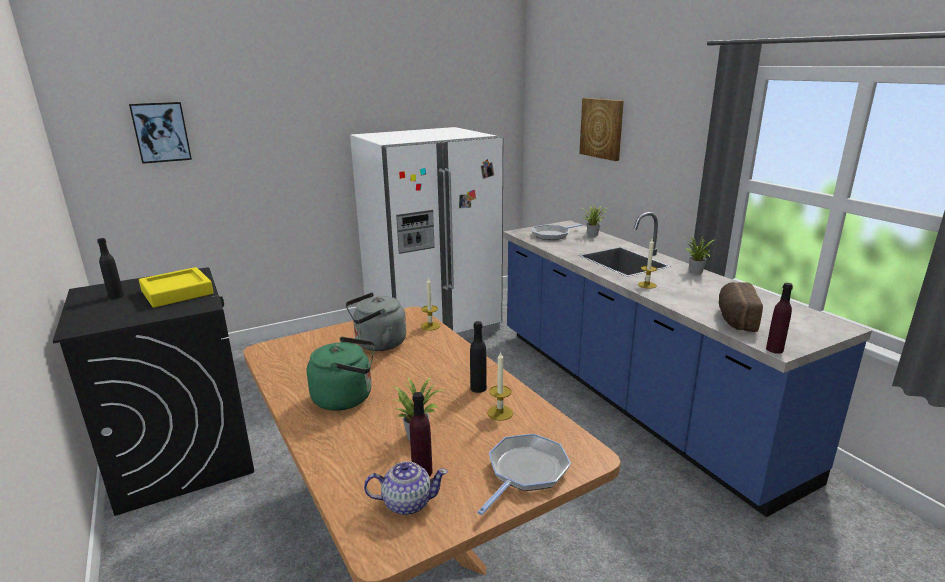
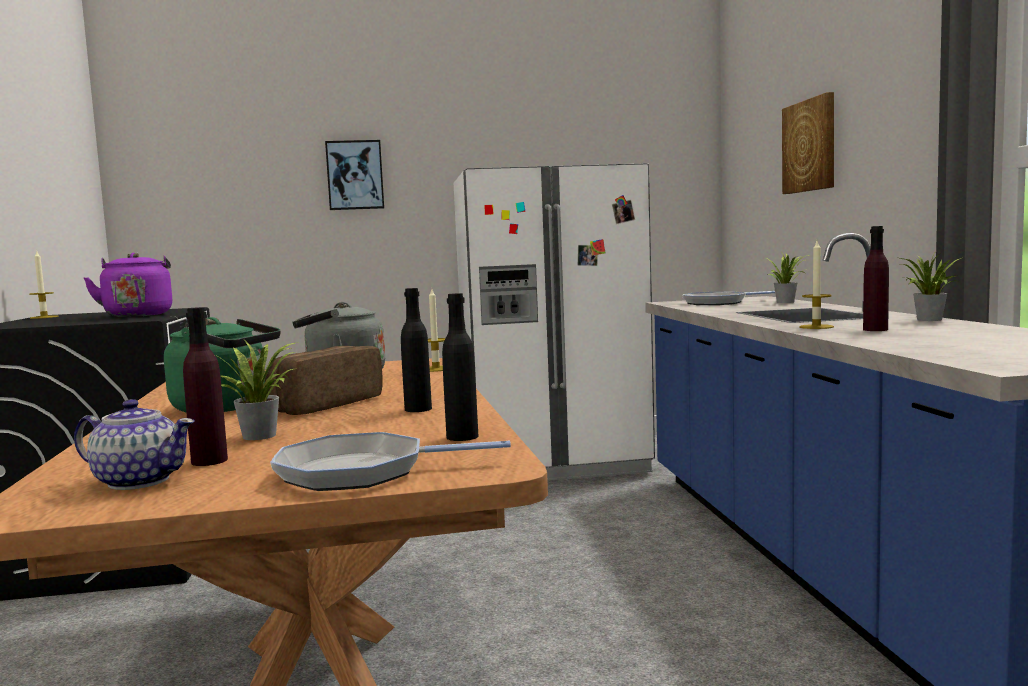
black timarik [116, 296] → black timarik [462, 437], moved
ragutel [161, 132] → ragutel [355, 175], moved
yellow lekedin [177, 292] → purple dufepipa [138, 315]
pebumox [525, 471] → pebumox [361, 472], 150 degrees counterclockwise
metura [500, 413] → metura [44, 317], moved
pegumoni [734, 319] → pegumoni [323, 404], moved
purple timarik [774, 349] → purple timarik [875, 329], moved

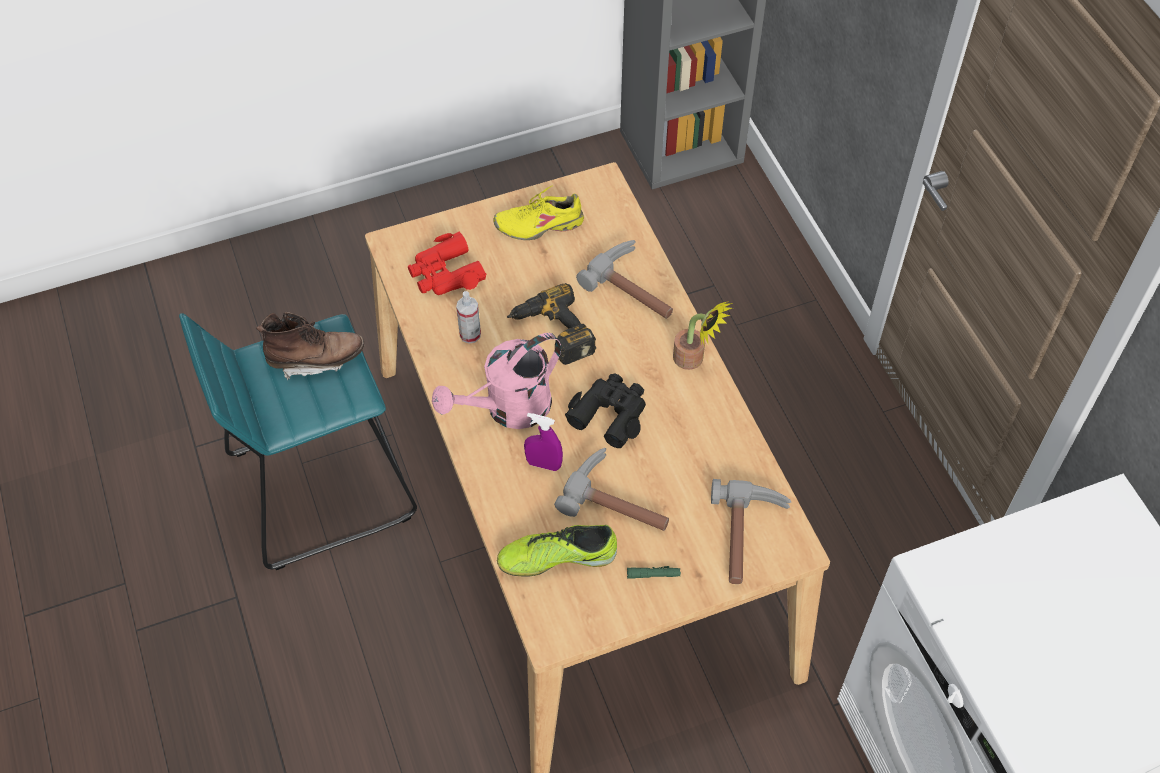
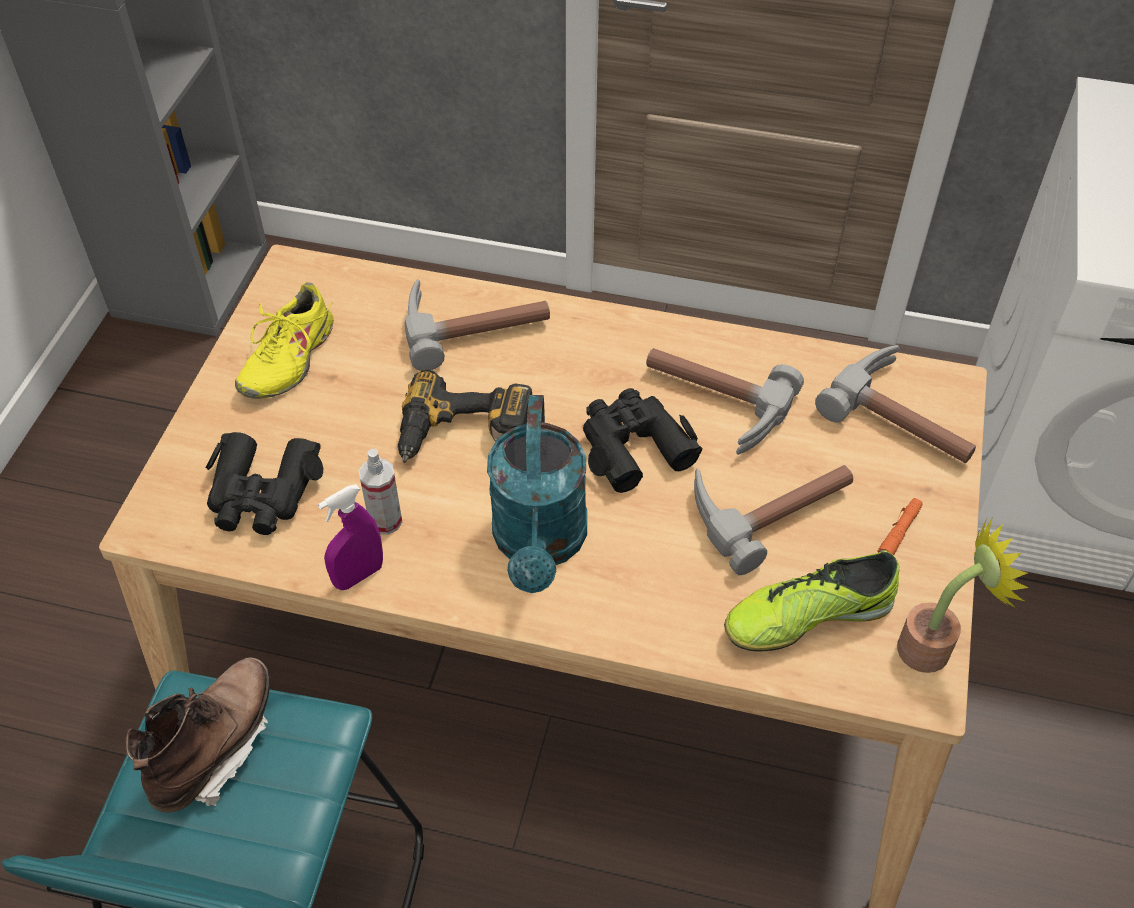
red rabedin [445, 274] → black rabedin [262, 494]
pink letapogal [508, 409] → turquoise letapogal [540, 544]
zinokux [557, 557] → zinokux [807, 616], 45 degrees clockwise
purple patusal [543, 464] → purple patusal [358, 575], moved
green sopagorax [653, 574] → orange sopagorax [899, 532]
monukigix [693, 360] → monukigix [934, 647], moved
- → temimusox [711, 405]

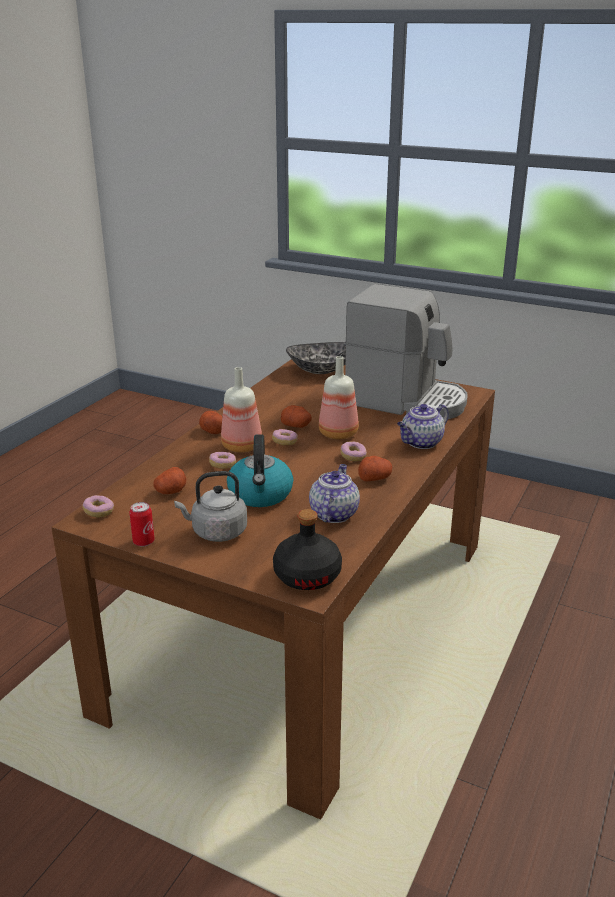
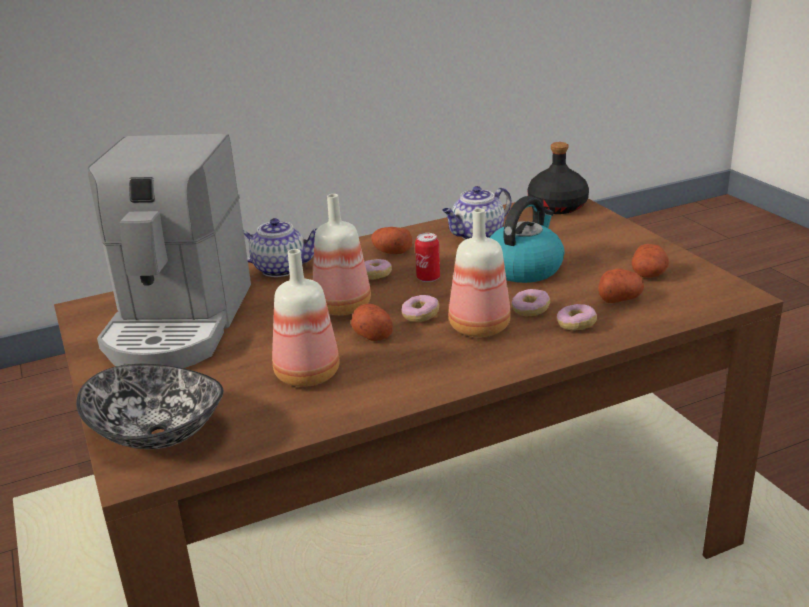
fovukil [99, 512] → fovukil [576, 325], moved
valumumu [143, 542] → valumumu [428, 278], moved
grey dufepipa [216, 532] → -
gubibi [212, 430] → gubibi [648, 274], moved
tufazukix [406, 401] → tufazukix [179, 324], 150 degrees counterclockwise
- → timarik [306, 376]

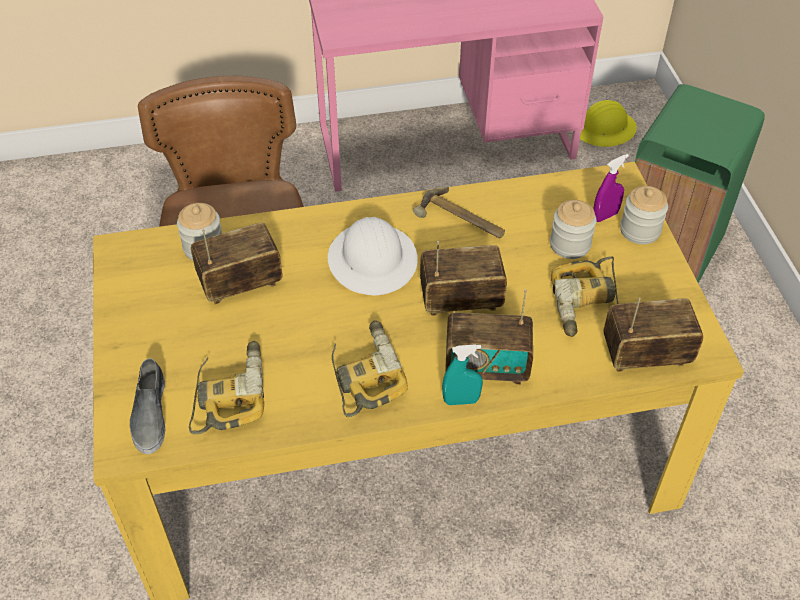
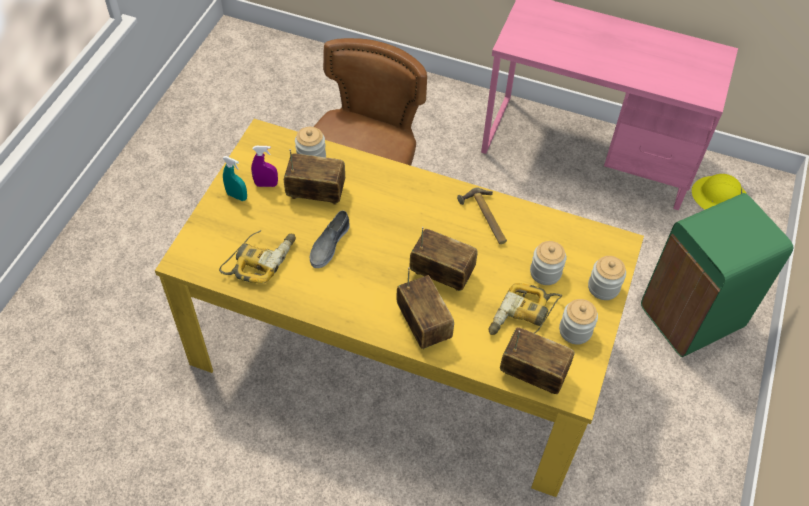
grey zinokux [150, 413] → grey zinokux [329, 244], moved
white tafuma [373, 260] → -
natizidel [365, 374] → -
turquoise patusal [461, 400] → turquoise patusal [237, 196], moved
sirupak [486, 367] → sirupak [423, 325], 150 degrees counterclockwise
purple patusal [605, 216] → purple patusal [266, 184], moved
- → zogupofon [575, 330]

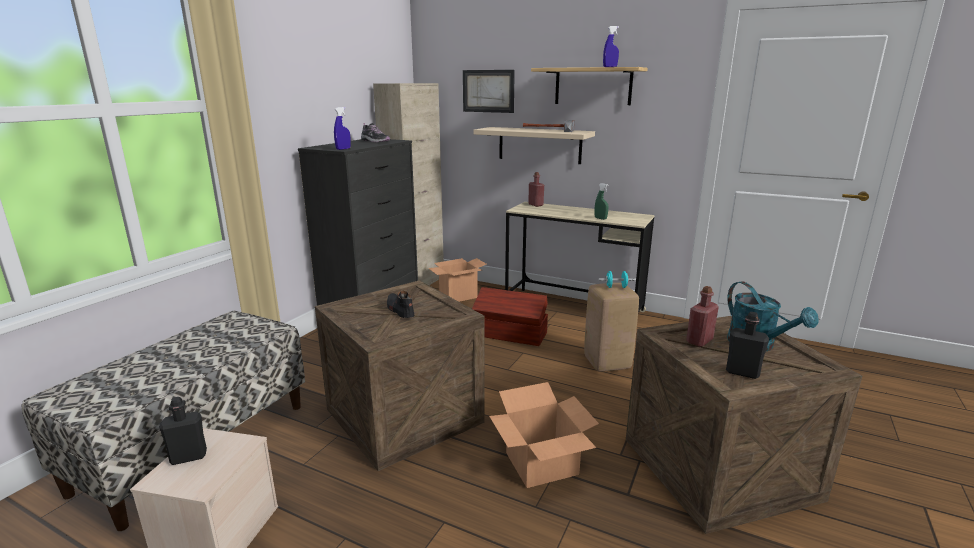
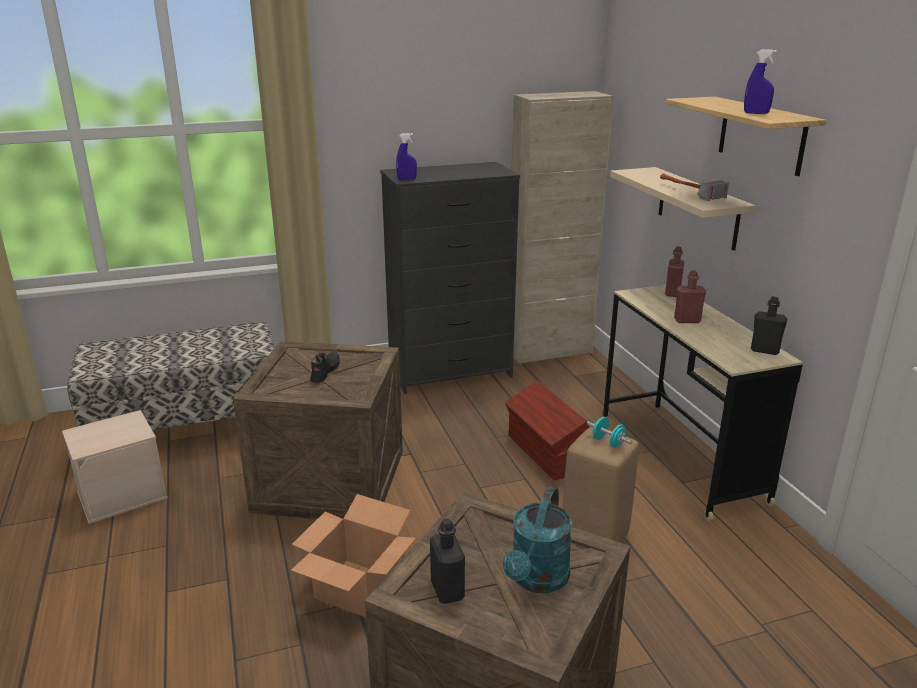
black timarik [188, 457] → black timarik [764, 350], moved
zinokux [375, 141] → -
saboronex [458, 297] → -
ragutel [488, 91] → -
green patusal [600, 218] → -
red timarik [699, 341] → red timarik [687, 320], moved

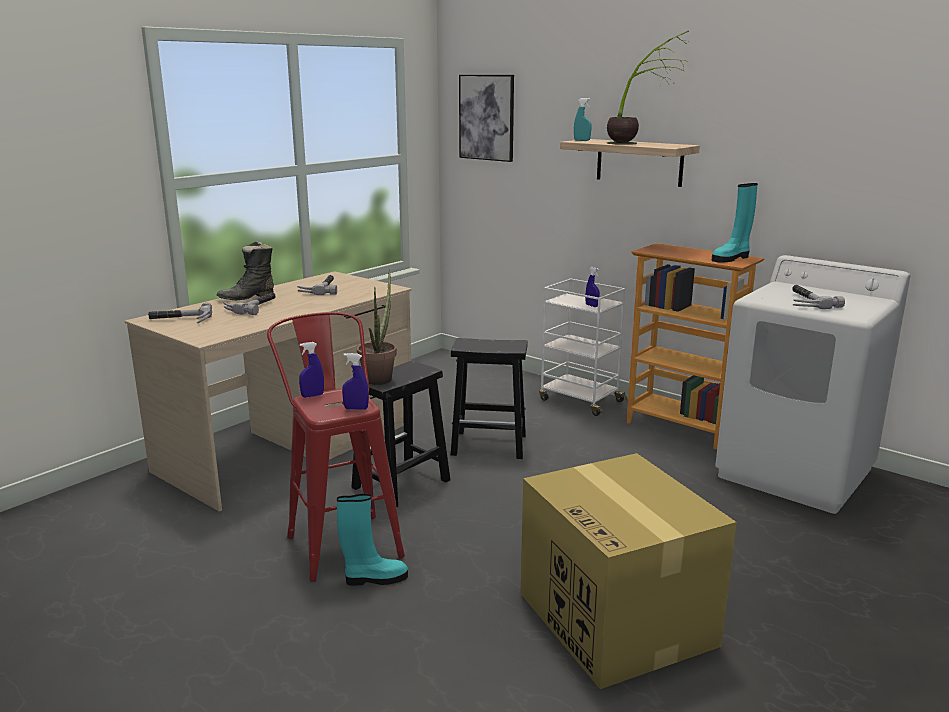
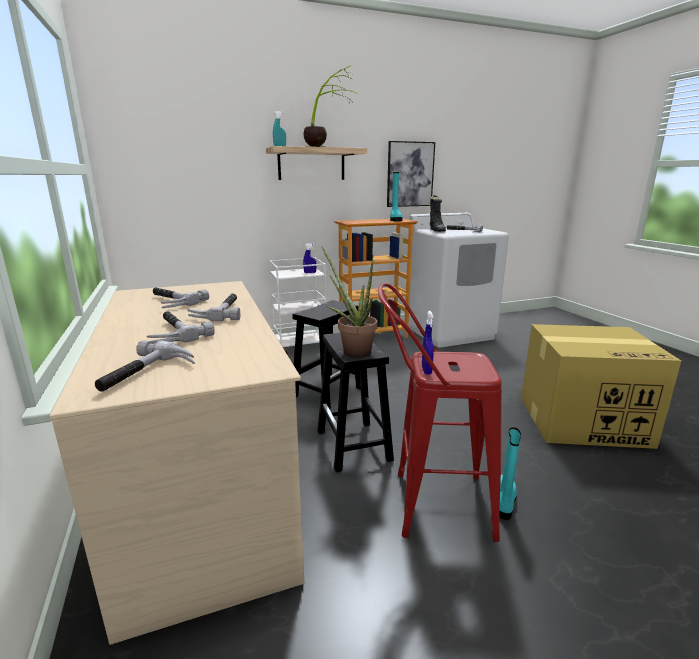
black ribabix [248, 297] → black ribabix [437, 231], moved
blue patusal [356, 409] → -
ragutel [486, 117] → ragutel [410, 174], moved
- → temimusox [220, 311]

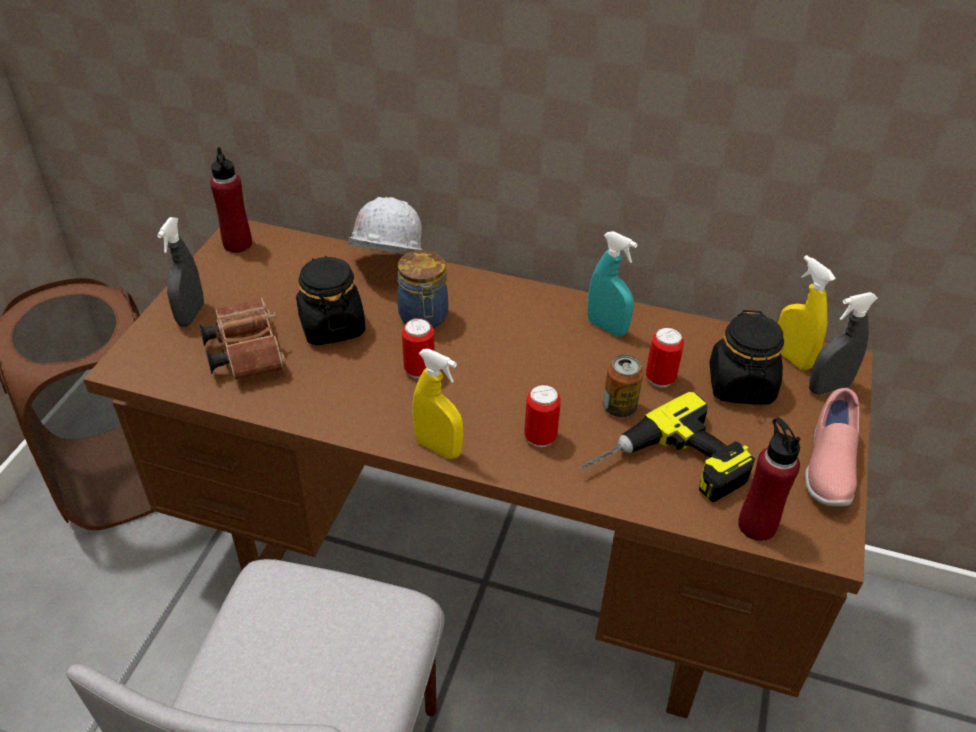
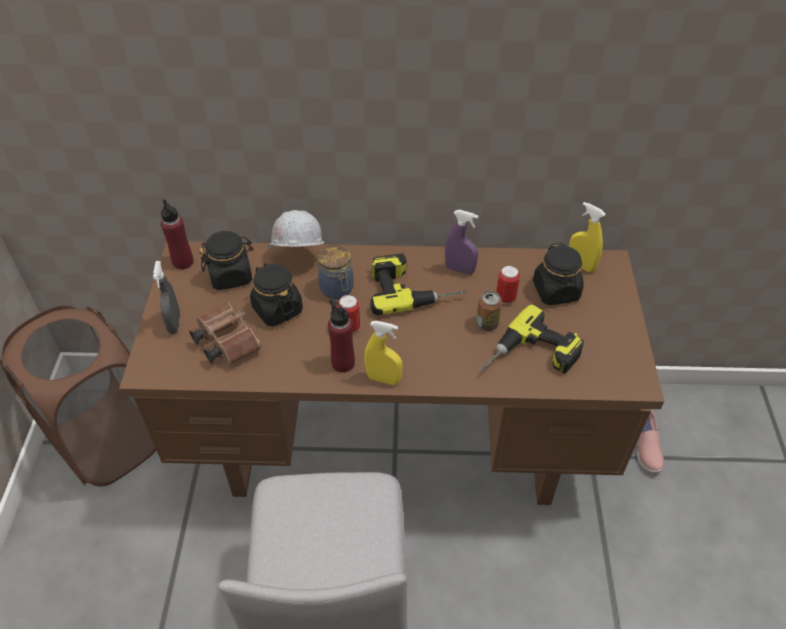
valumumu [540, 437] → -
turquoise patusal [607, 327] → purple patusal [459, 269]
red timarik [757, 525] → red timarik [343, 363], moved
pink zinokux [827, 466] → pink zinokux [645, 448], moved
grey patusal [828, 387] → -
- → black zogupofon [231, 276]
- → natizidel [414, 287]

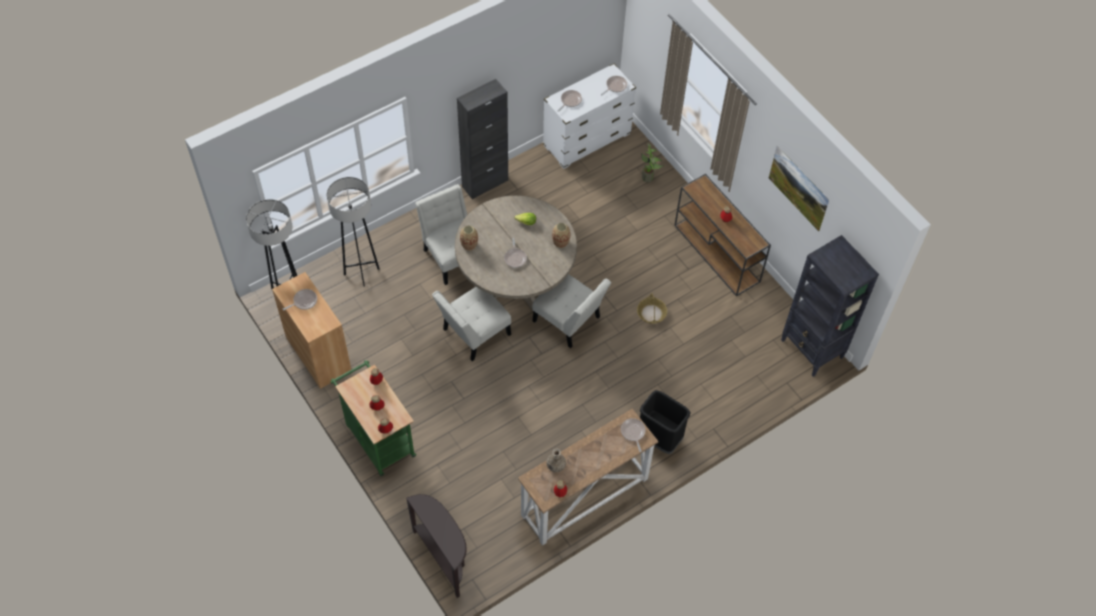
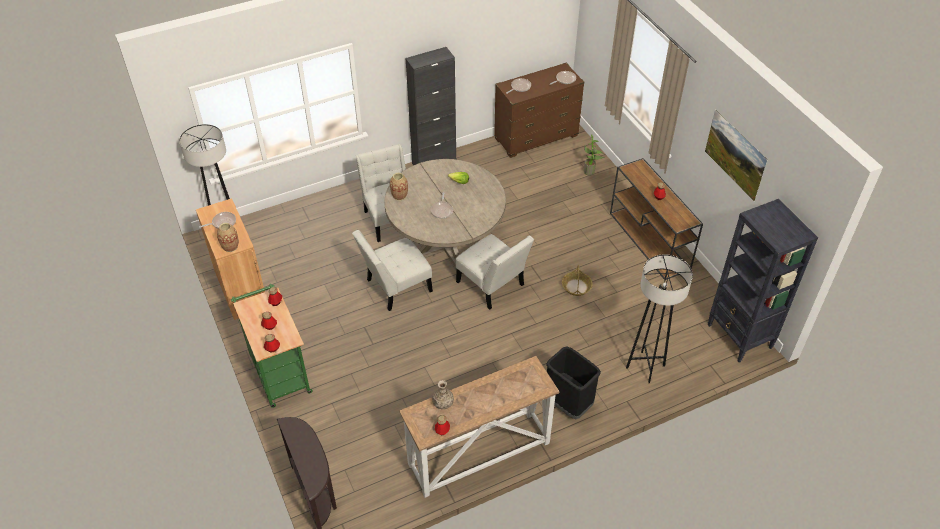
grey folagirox [361, 271] → grey folagirox [645, 366], moved
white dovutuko [587, 140] → brown dovutuko [536, 137]
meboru [560, 242] → meboru [230, 246], moved
pebumox [633, 432] → -

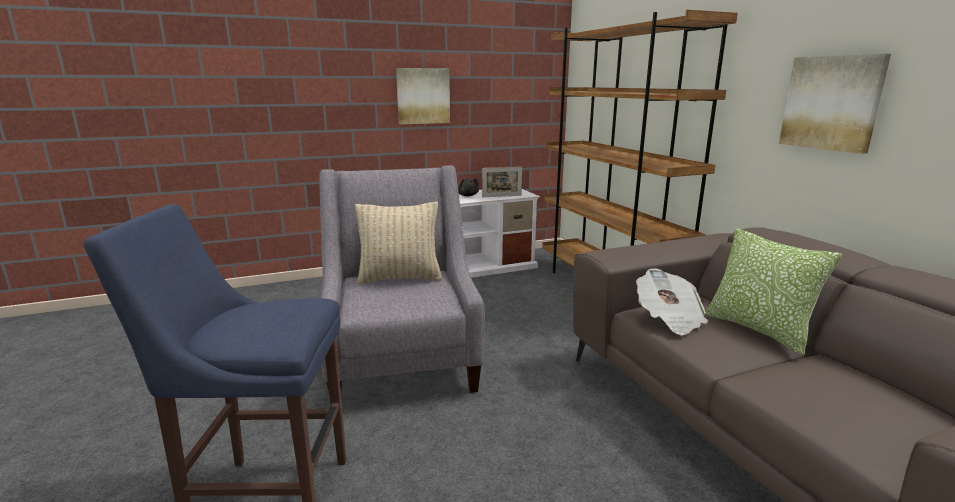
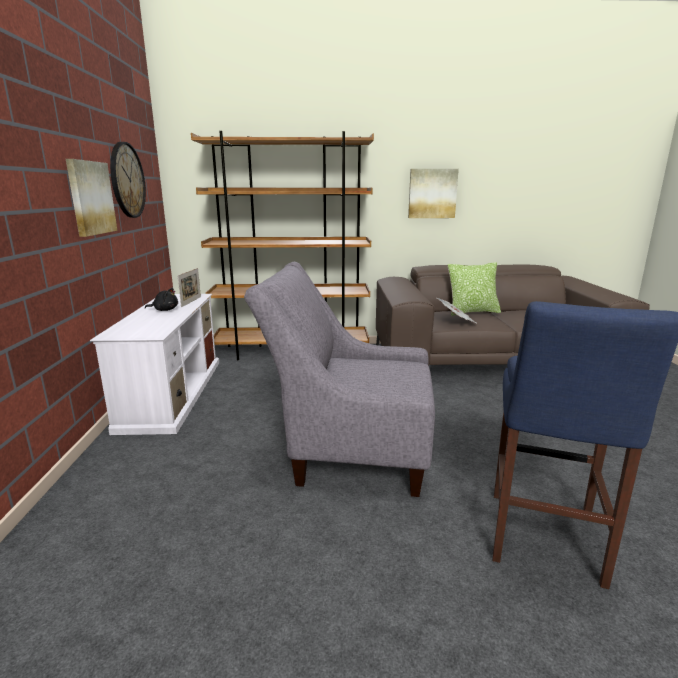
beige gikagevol [400, 278] → -
- → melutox [127, 180]

